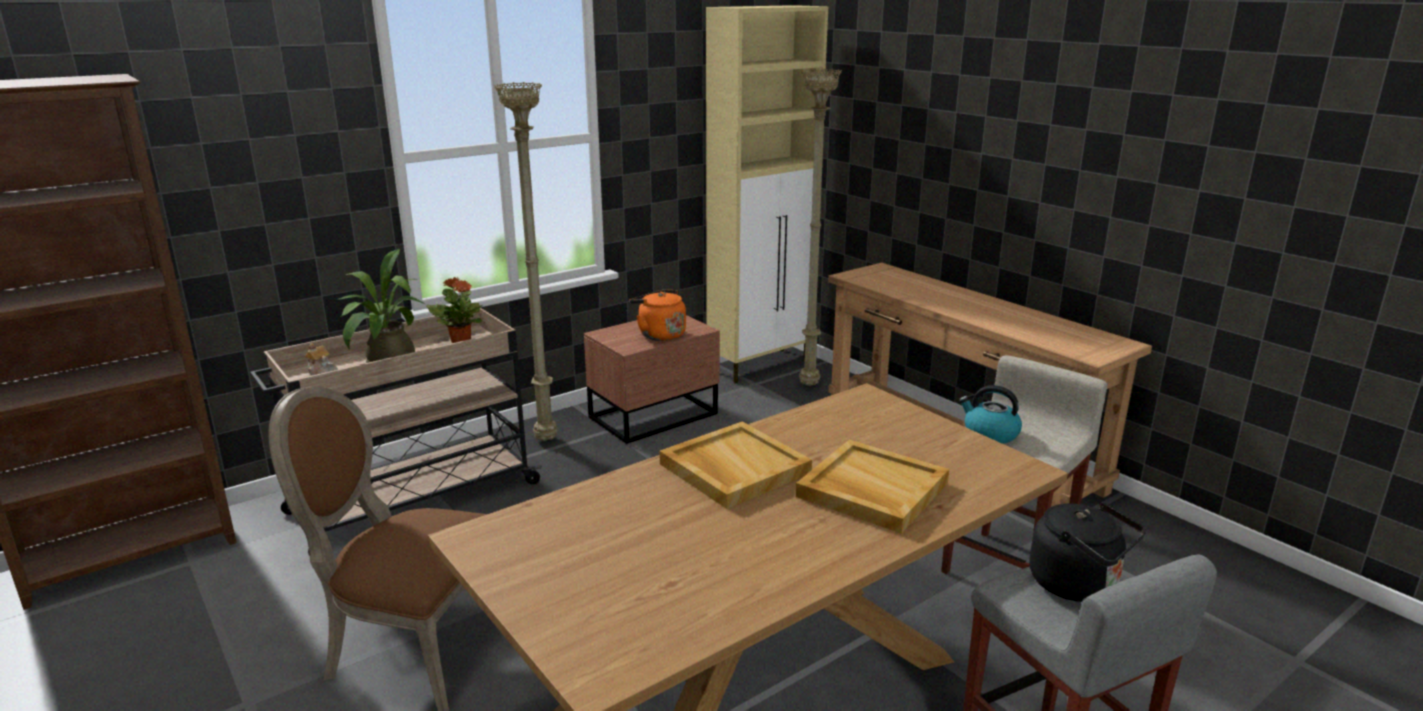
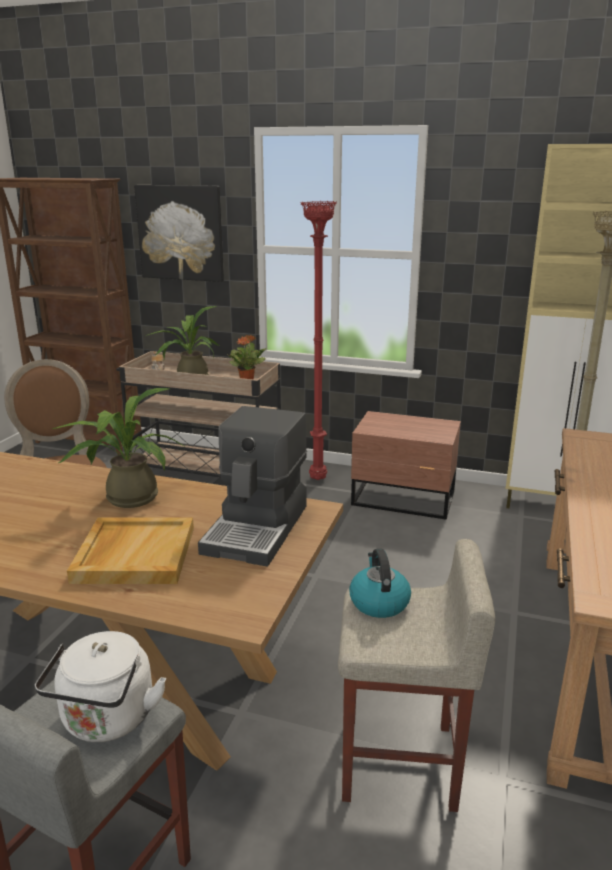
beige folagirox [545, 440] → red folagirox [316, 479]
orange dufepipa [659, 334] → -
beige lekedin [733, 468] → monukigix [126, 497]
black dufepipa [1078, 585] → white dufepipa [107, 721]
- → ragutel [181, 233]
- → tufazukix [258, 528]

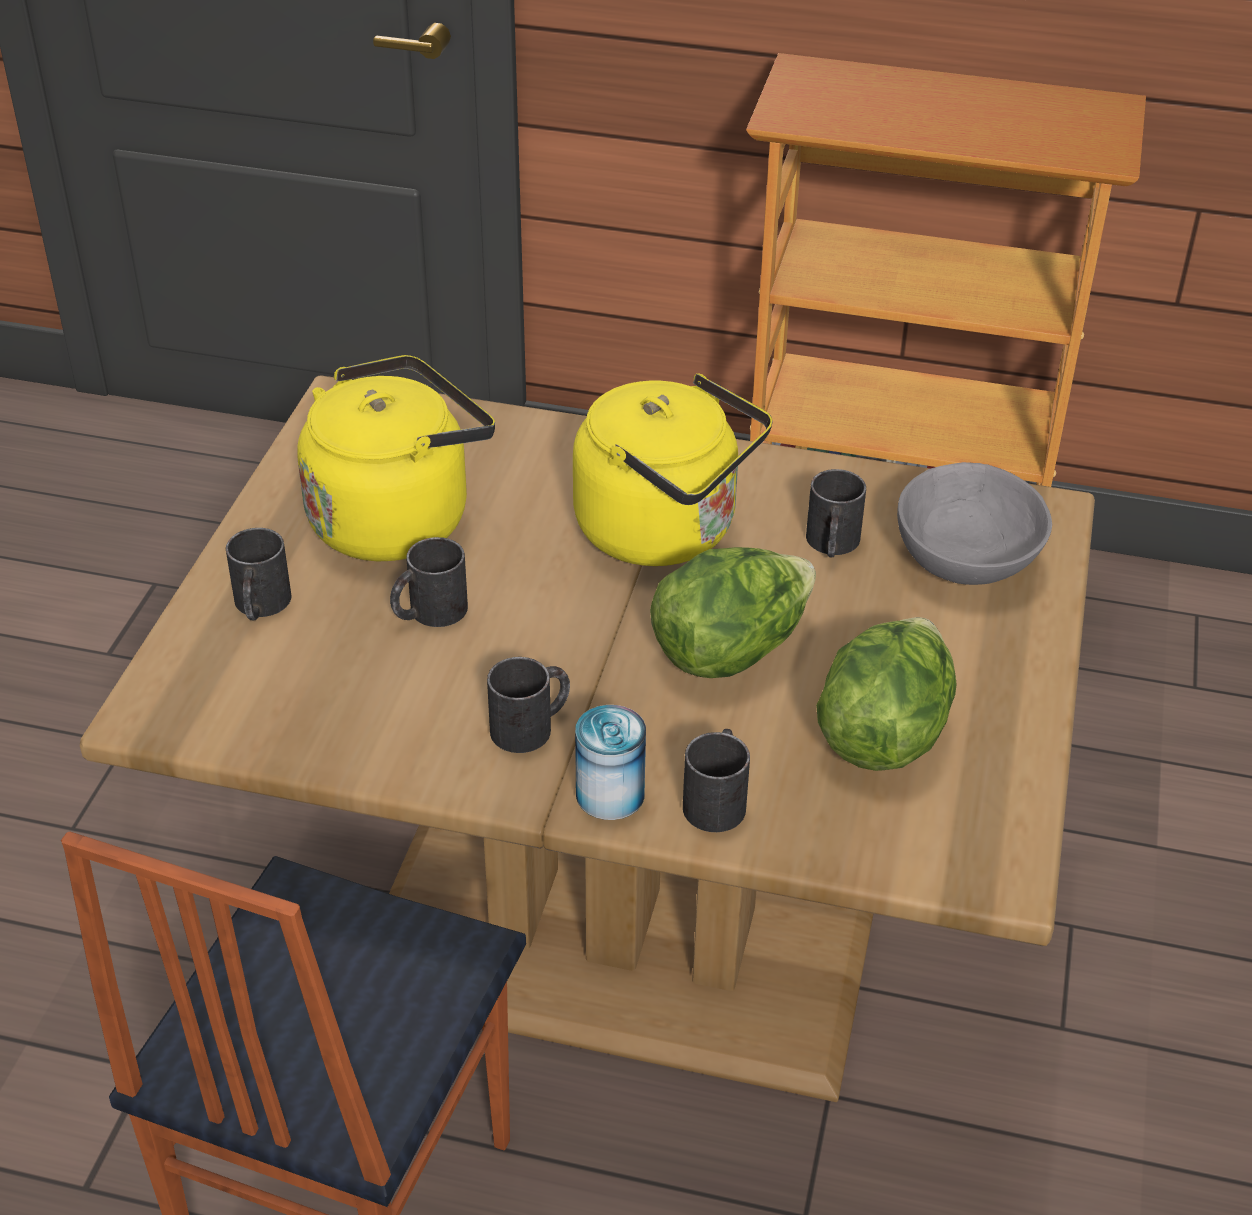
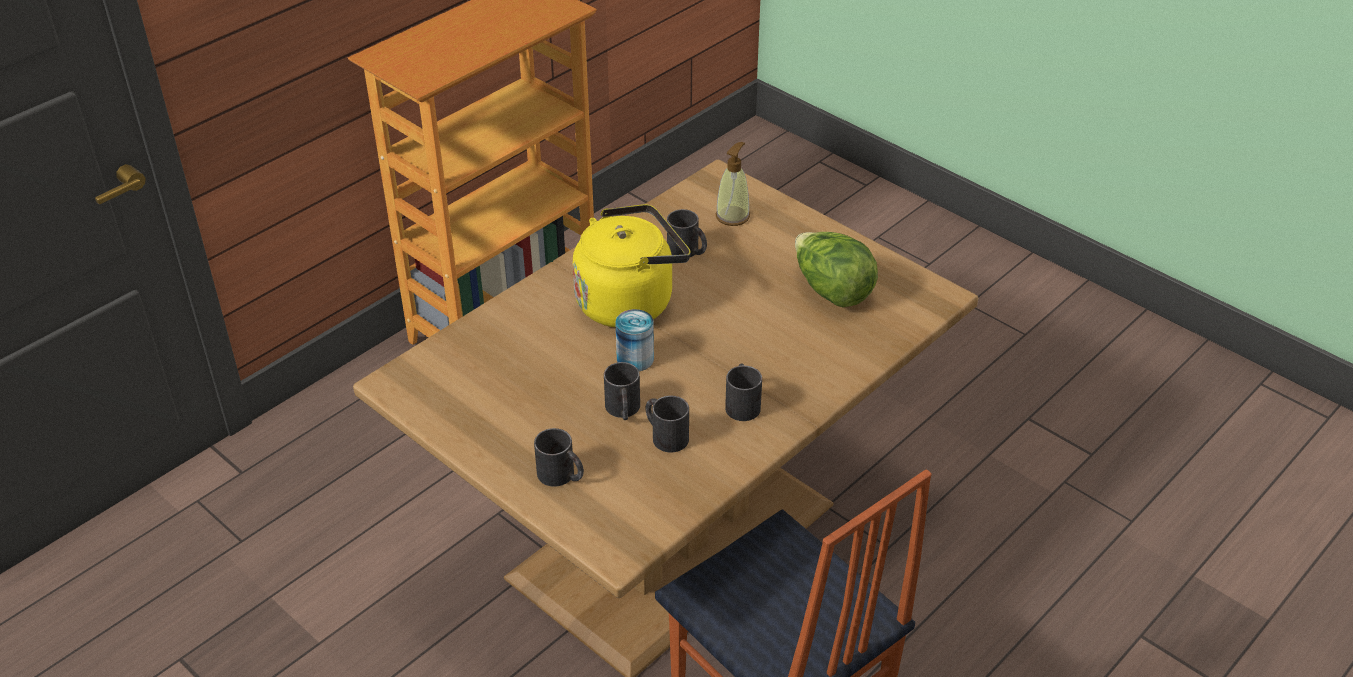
yellow dufepipa [397, 517] → -
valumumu [610, 794] → valumumu [635, 359], moved
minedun [730, 650] → -
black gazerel [717, 798] → black gazerel [665, 435], moved
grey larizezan [963, 559] → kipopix [732, 216]

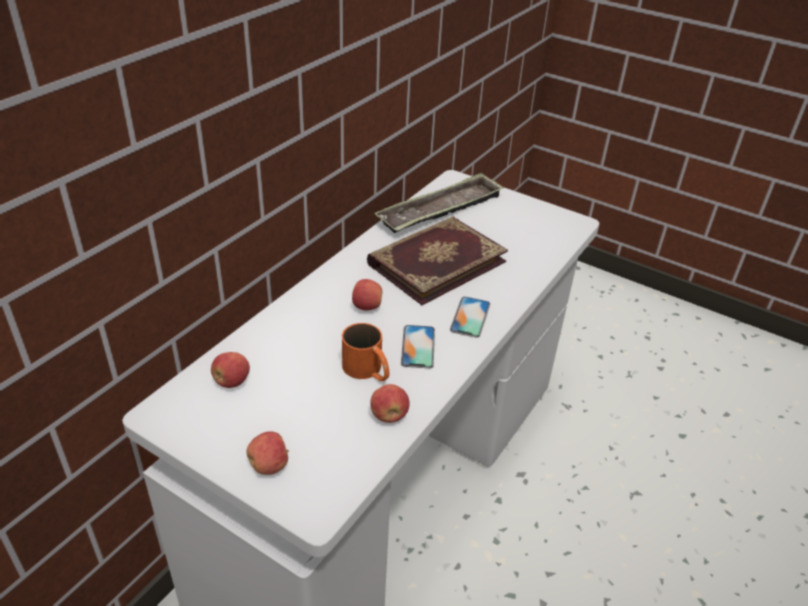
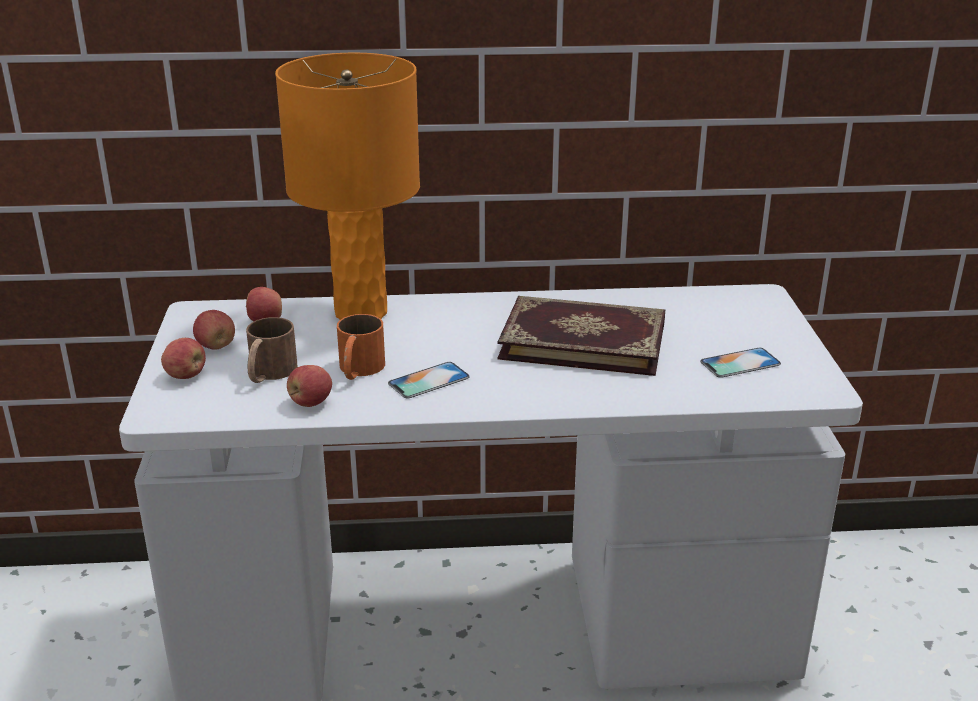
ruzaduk [366, 306] → ruzaduk [216, 346], moved
lekedin [441, 210] → -
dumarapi [470, 317] → dumarapi [740, 363], moved
- → brown gazerel [268, 374]
- → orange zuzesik [360, 312]

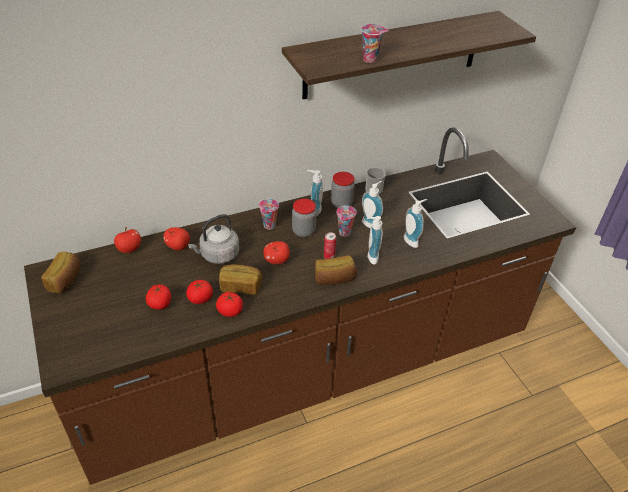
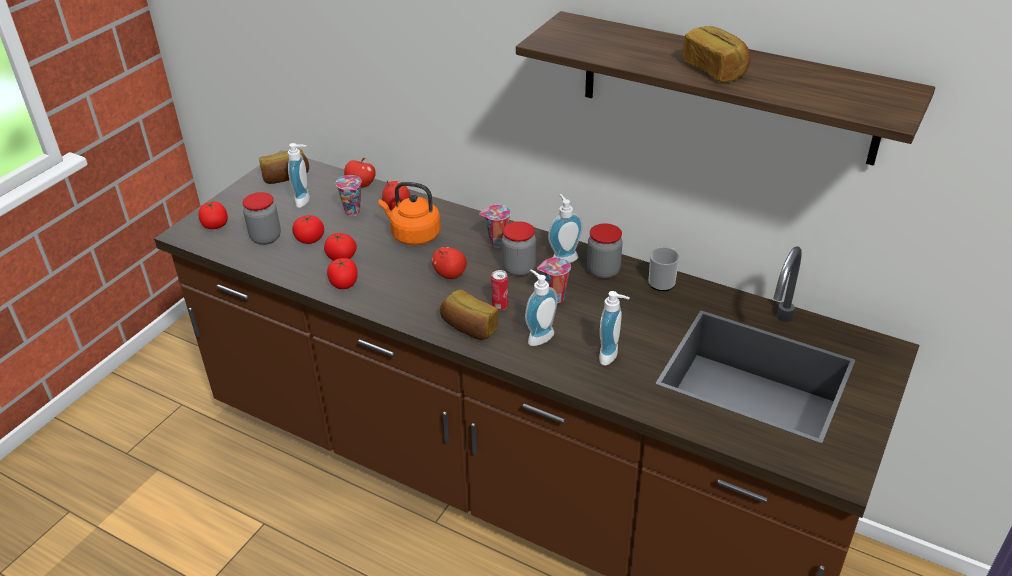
grey dufepipa [218, 255] → orange dufepipa [413, 235]
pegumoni [240, 286] → pegumoni [715, 69], moved
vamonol [371, 59] → vamonol [353, 212], moved
kipopix [371, 223] → kipopix [305, 200], moved
- → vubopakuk [215, 225]
- → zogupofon [266, 238]

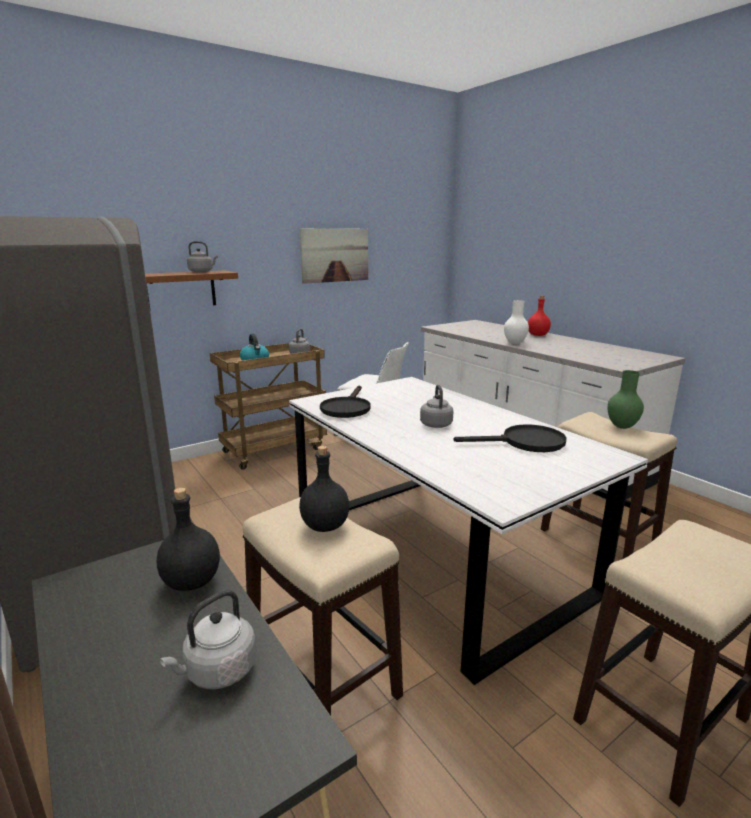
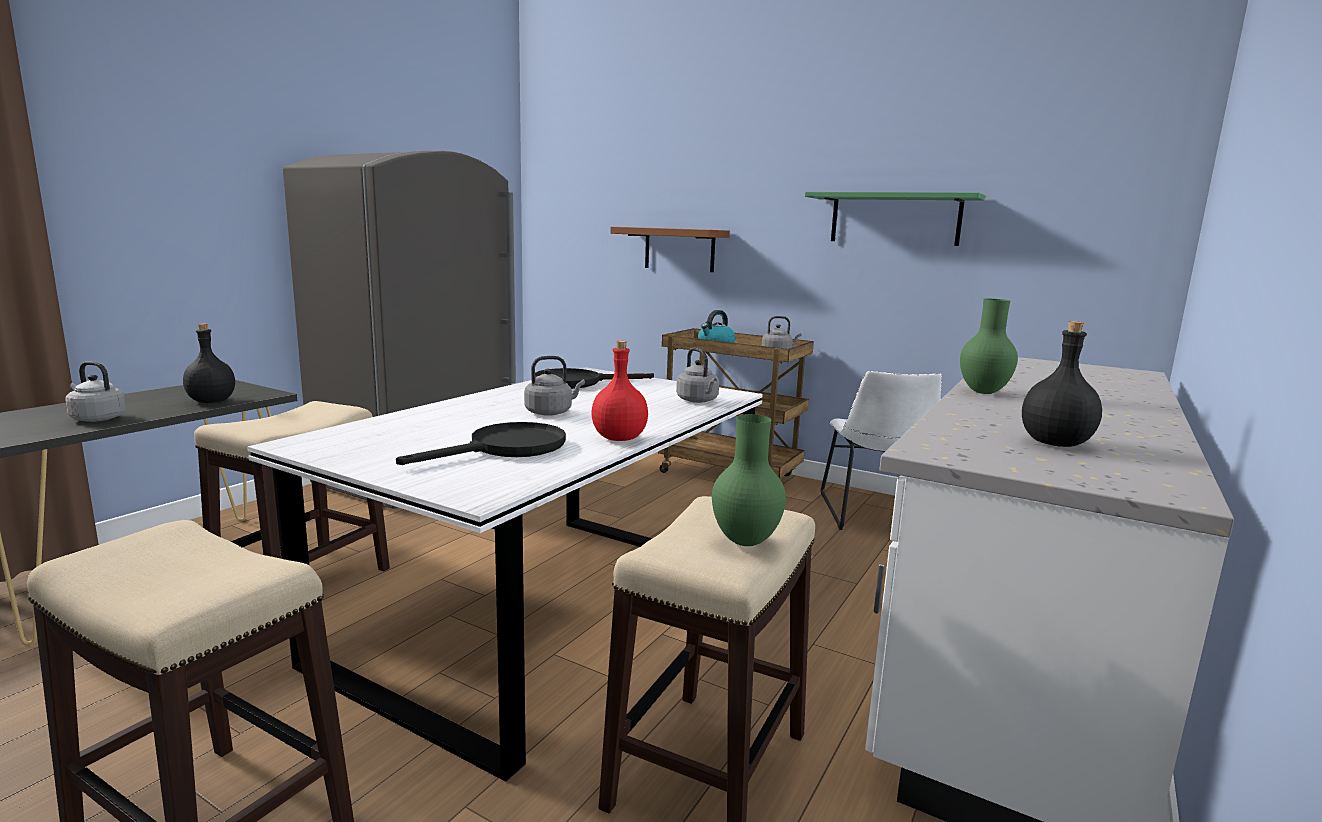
grey dufepipa [202, 272] → grey dufepipa [698, 401], moved
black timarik [325, 526] → black timarik [1054, 443], moved
ragutel [335, 255] → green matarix [894, 219]
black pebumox [524, 443] → black pebumox [506, 449], 105 degrees counterclockwise
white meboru [515, 343] → green meboru [984, 392]
red timarik [538, 335] → red timarik [619, 438], moved

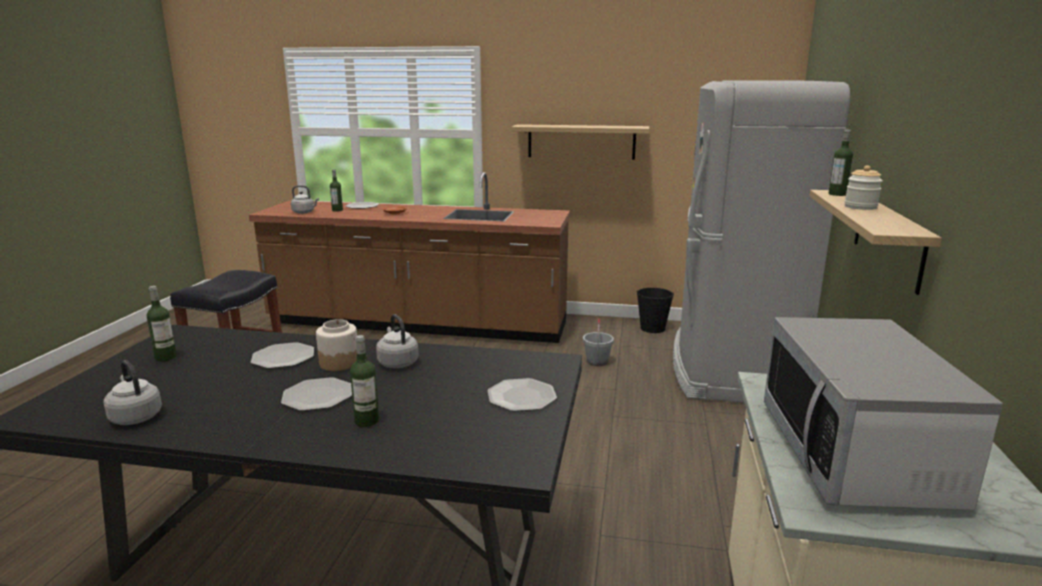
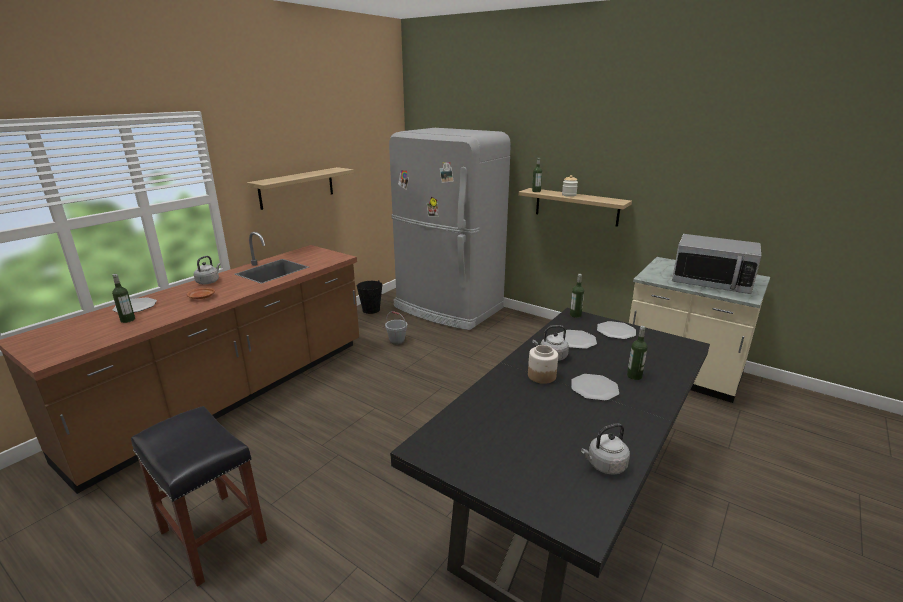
timarik [165, 357] → timarik [575, 315], moved
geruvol [283, 357] → geruvol [576, 340], moved
grey dufepipa [304, 212] → grey dufepipa [209, 282], moved

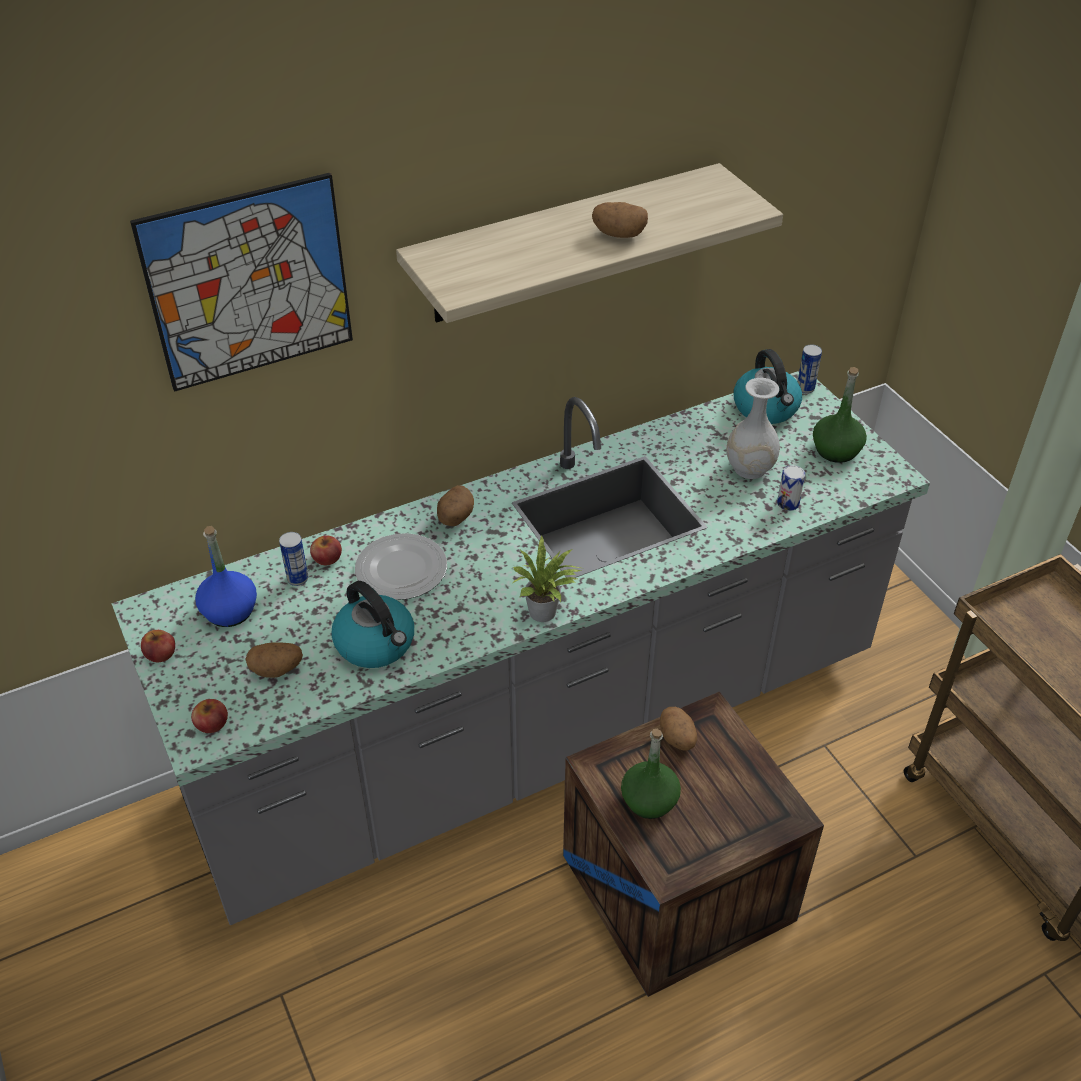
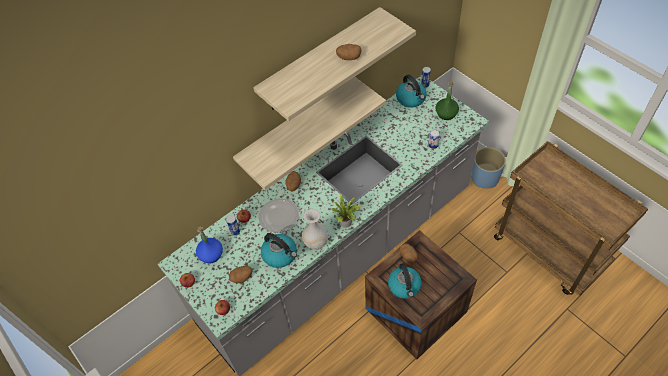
ragutel [249, 283] → -
green timarik [649, 800] → dufepipa [404, 286]
white meboru [749, 468] → white meboru [315, 242], moved
- → matarix [297, 127]
- → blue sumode [485, 178]

